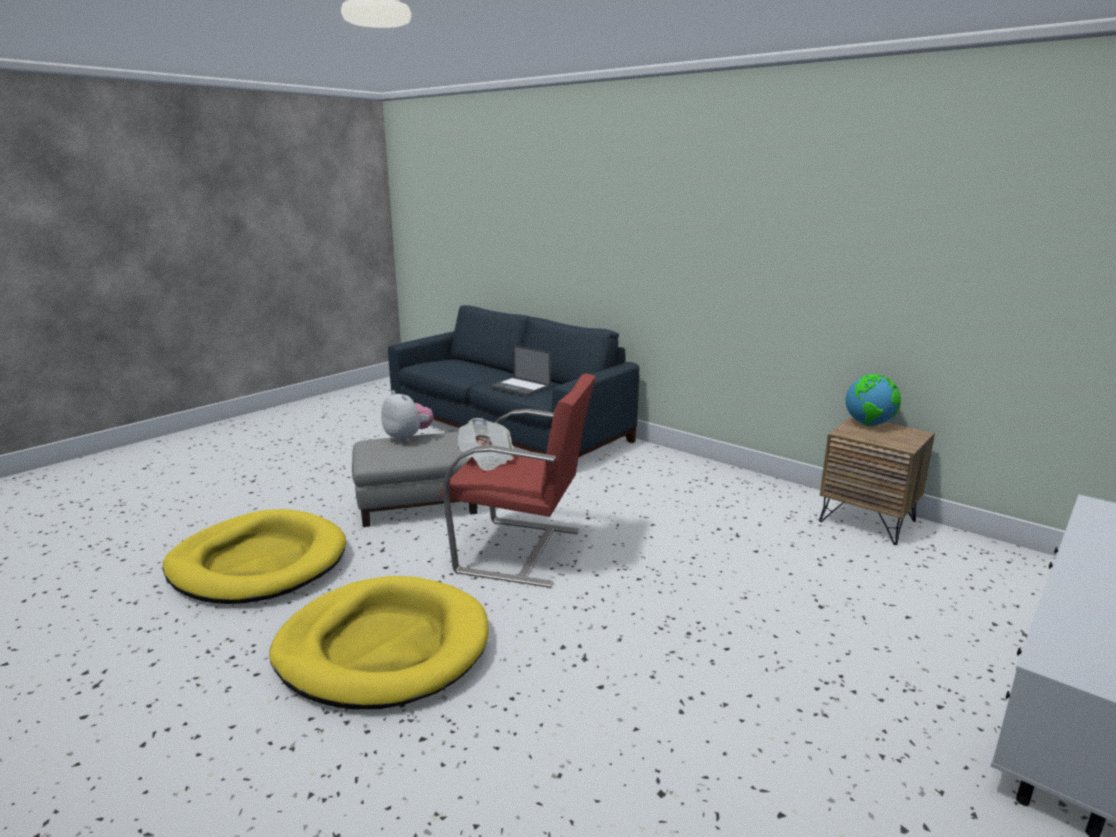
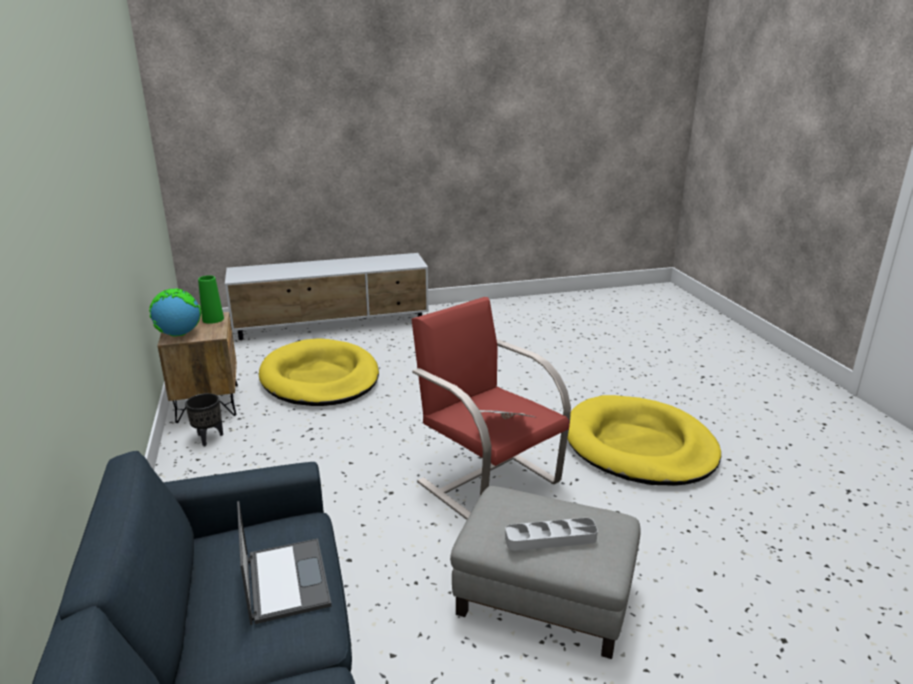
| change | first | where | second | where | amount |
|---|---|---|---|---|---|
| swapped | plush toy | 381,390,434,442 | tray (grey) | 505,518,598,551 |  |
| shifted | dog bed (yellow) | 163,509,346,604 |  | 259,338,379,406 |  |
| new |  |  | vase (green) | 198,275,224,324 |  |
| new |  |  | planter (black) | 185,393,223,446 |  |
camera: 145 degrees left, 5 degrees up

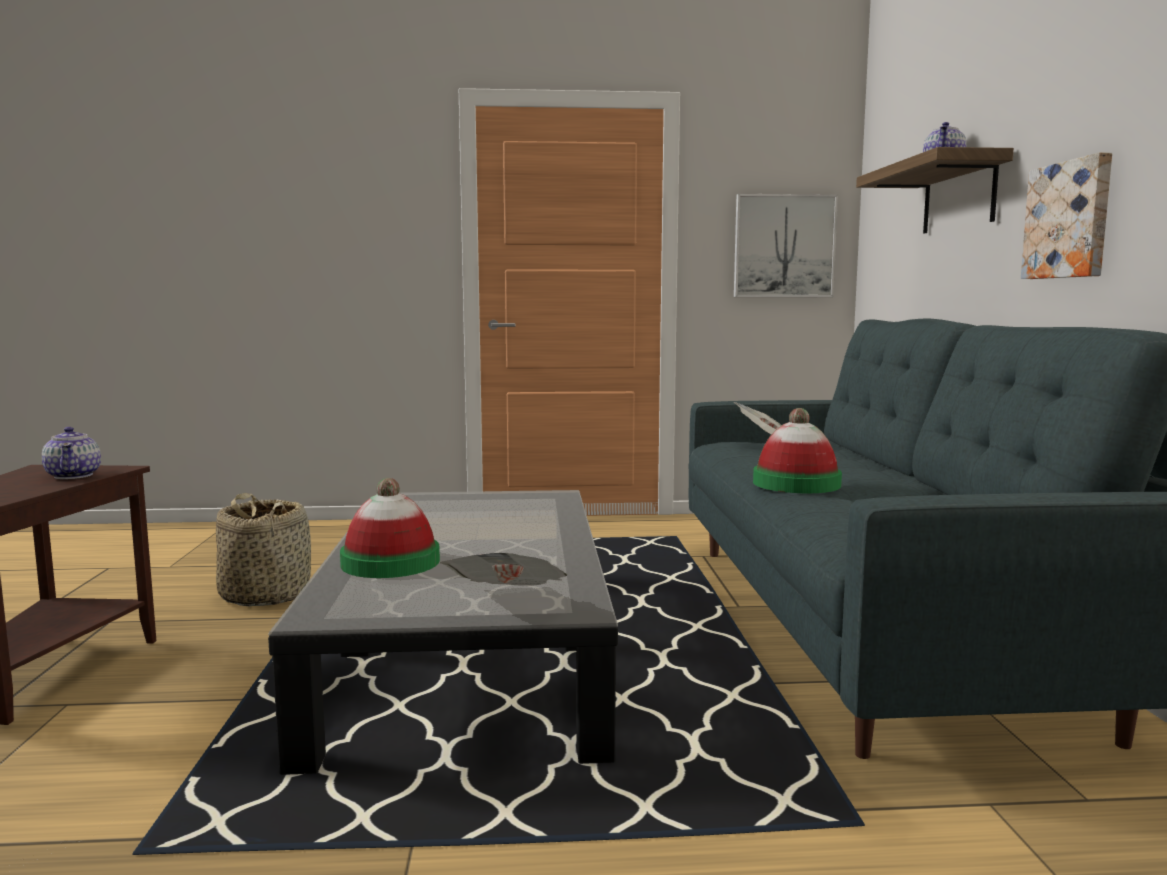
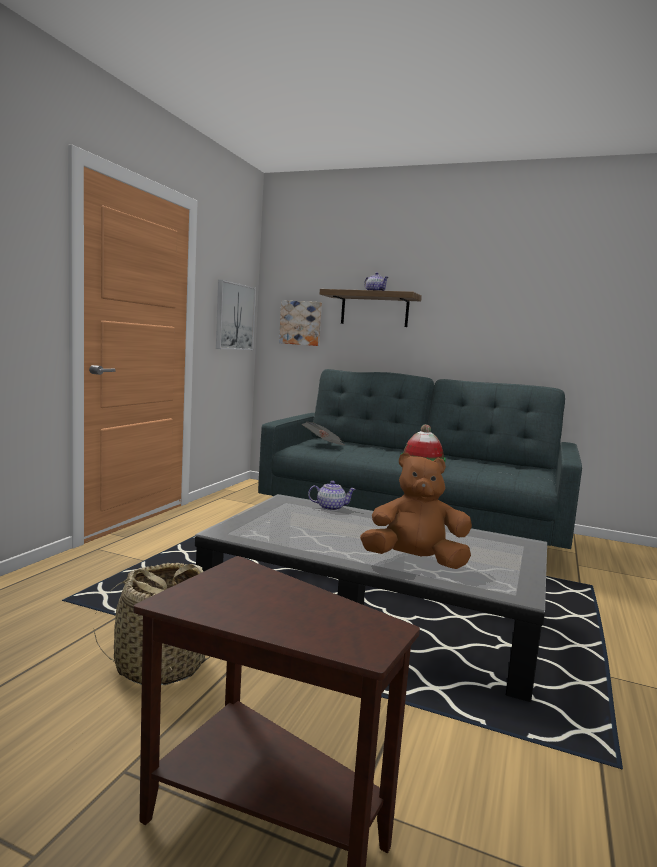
| change | first | where | second | where | amount |
|---|---|---|---|---|---|
| shifted | picture | 1021,152,1112,279 |  | 279,300,322,346 |  |
| shifted | teapot | 42,427,101,479 |  | 308,481,356,511 |  |
| swapped | hat | 340,478,440,578 | plush toy (brown) | 360,453,472,569 |  |
| gone | newspaper | 440,553,567,585 |  |  |  |
camera: 65 degrees left, 0 degrees up

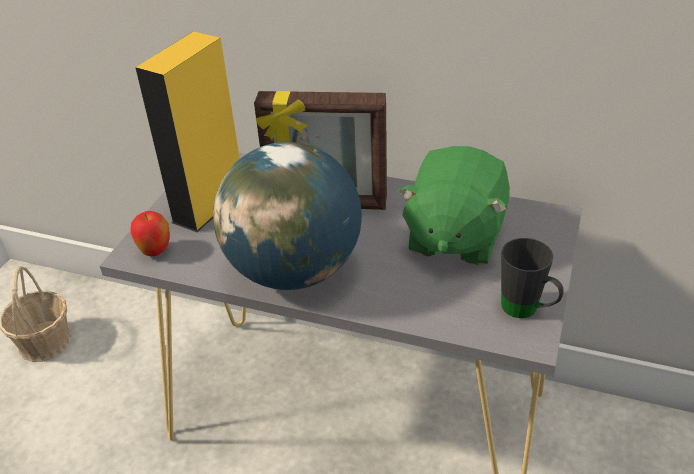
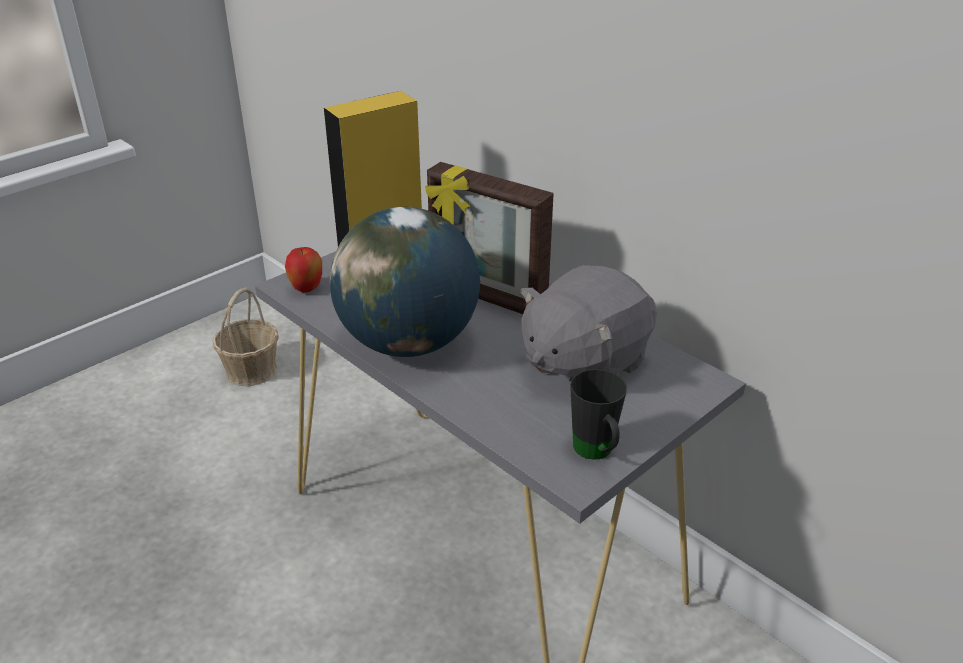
| change | first | where | second | where | amount |
|---|---|---|---|---|---|
| repainted | plush toy (green) | 398,146,510,265 | plush toy (grey) | 520,265,657,385 |  |
camera: 25 degrees right, 5 degrees down

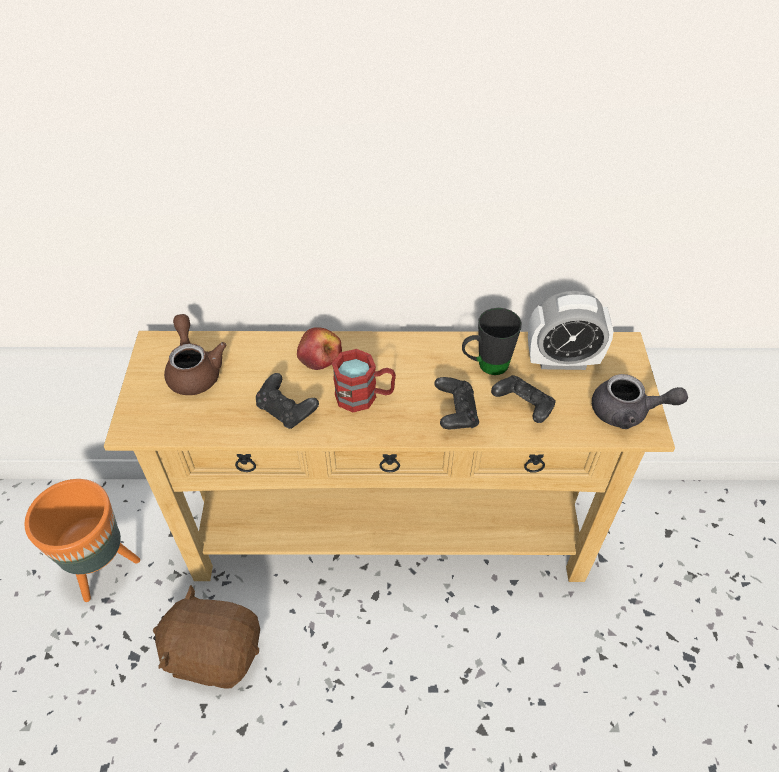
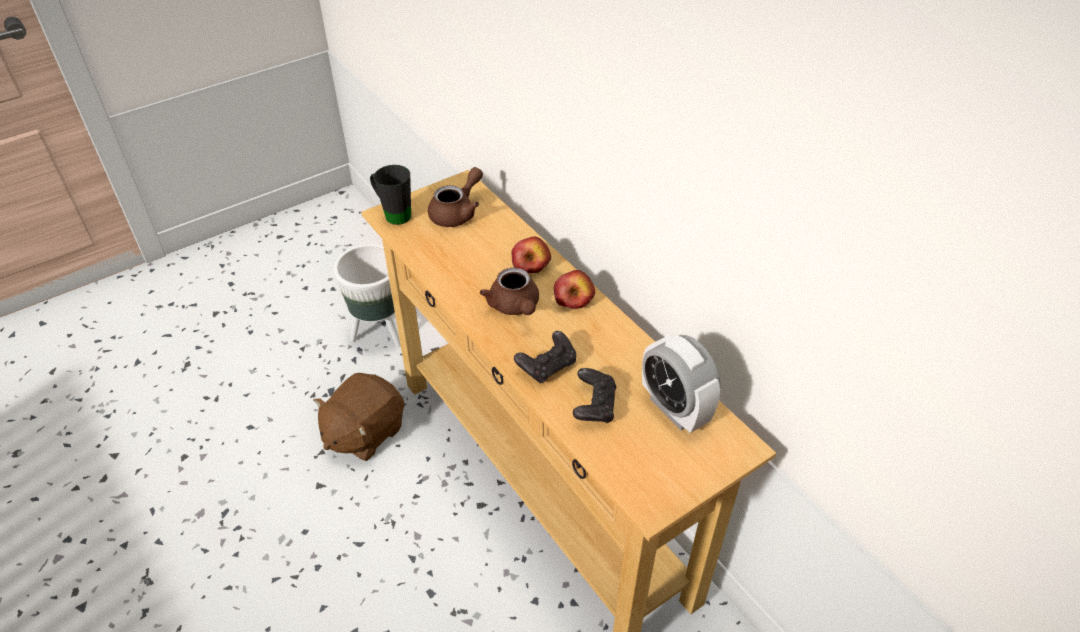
| change | first | where | second | where | amount |
|---|---|---|---|---|---|
| shifted | mug (black) | 462,308,522,375 |  | 370,165,411,225 |  |
| swapped | mug (red) | 332,349,396,412 | teapot (brown) | 480,268,539,315 |  |
| gone | game controller (black) | 256,373,319,429 |  |  |  |
| gone | teapot (grey) | 592,374,688,429 |  |  |  |
| repainted | planter (orange) | 24,479,140,602 | planter (white) | 334,244,401,347 |  |
| rotated | plush toy (brown) | 153,585,260,689 |  | 313,373,405,461 | 120 degrees counterclockwise |
| new |  |  | apple | 554,270,595,309 |  |
camera: 55 degrees right, 5 degrees down

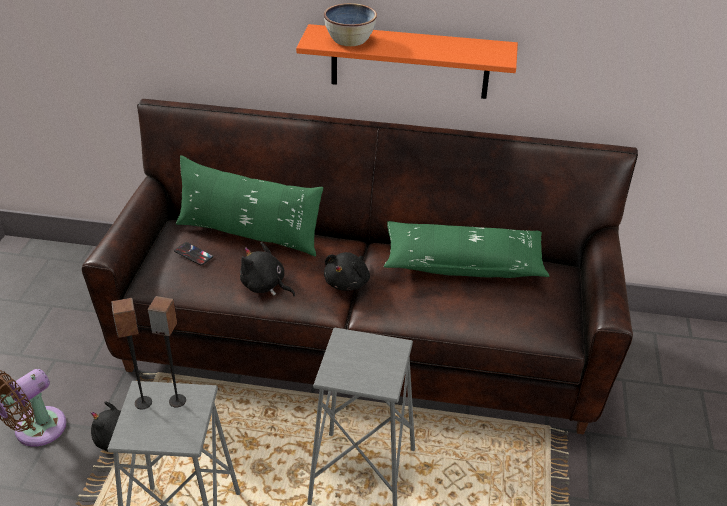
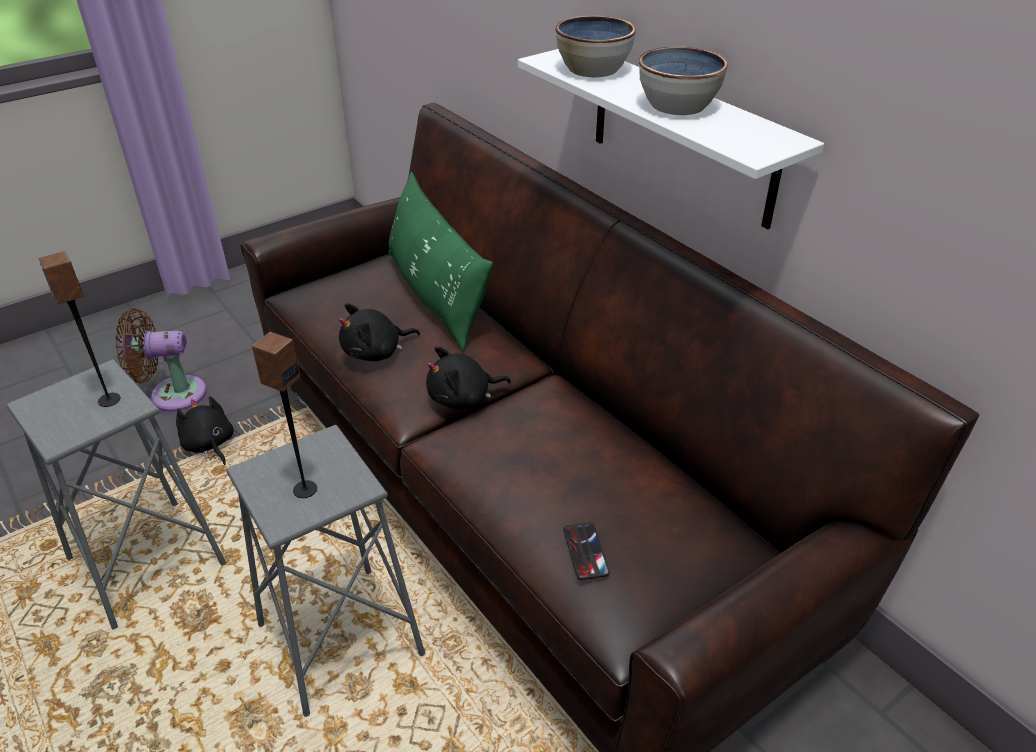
| change | first | where | second | where | amount |
|---|---|---|---|---|---|
| repainted | shelf (orange) | 296,24,518,99 | shelf (white) | 518,49,824,229 |  |
| gone | pillow (green) | 384,221,549,278 |  |  |  |
| shifted | phone | 174,242,213,265 |  | 563,522,610,580 |  |
| rotated | plush toy (black) | 240,242,295,297 |  | 339,303,420,361 | 105 degrees counterclockwise |
| shifted | speaker | 111,298,152,409 |  | 252,332,317,498 |  |
| new |  |  | bowl | 639,47,728,115 |  |
camera: 45 degrees right, 0 degrees up

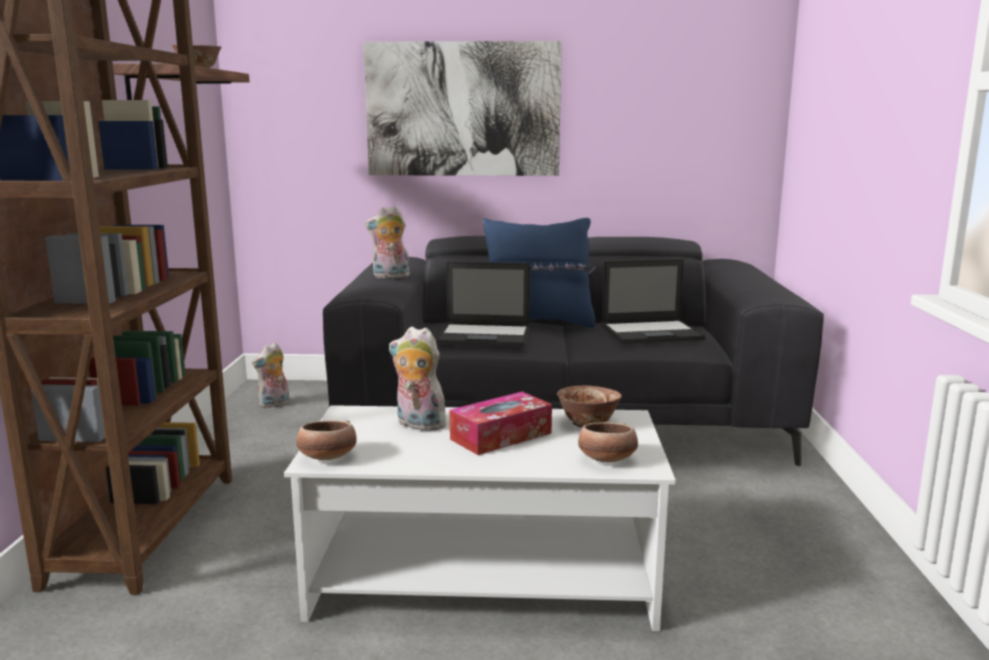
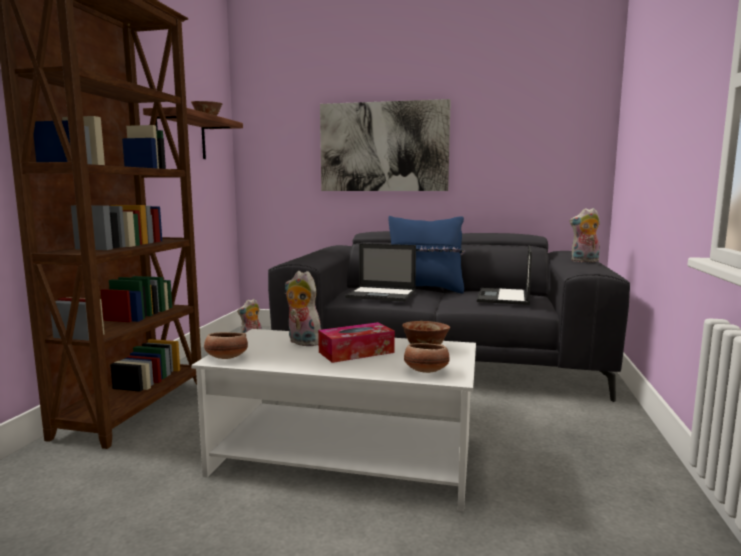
| change | first | where | second | where | amount |
|---|---|---|---|---|---|
| shifted | plush toy | 365,206,410,278 |  | 569,208,600,262 |  |
| rotated | laptop | 601,259,706,344 |  | 477,245,532,305 | 105 degrees clockwise |
camera: 10 degrees right, 5 degrees down

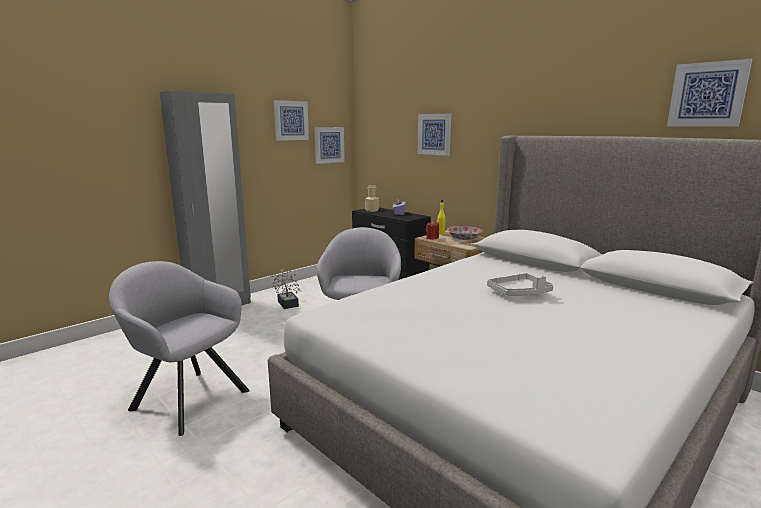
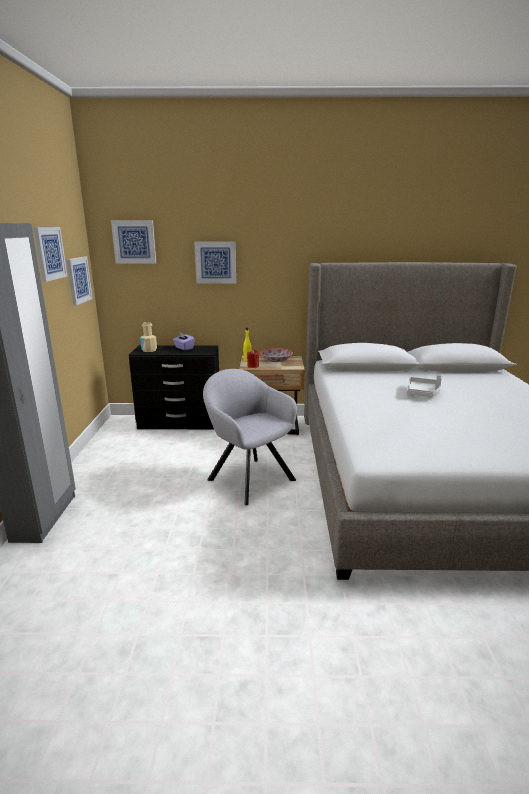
| change | first | where | second | where | amount |
|---|---|---|---|---|---|
| shifted | picture | 667,59,752,127 |  | 111,220,156,263 |  |
| gone | armchair (grey) | 109,261,249,436 |  |  |  |
| gone | potted plant | 270,269,302,309 |  |  |  |
camera: 45 degrees left, 5 degrees up

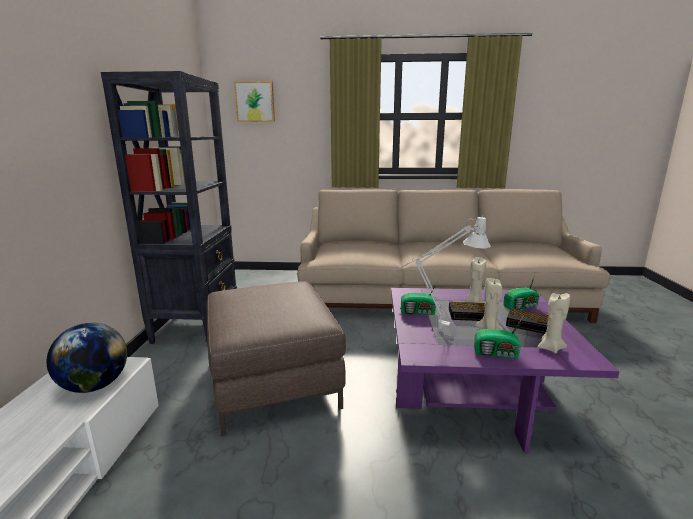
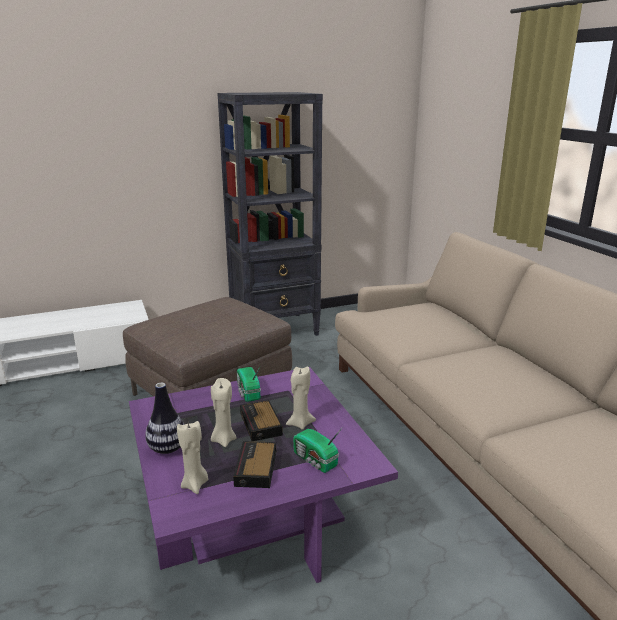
| change | first | where | second | where | amount |
|---|---|---|---|---|---|
| gone | picture | 234,81,275,122 |  |  |  |
| gone | table lamp (grey) | 394,215,491,329 |  |  |  |
| swapped | radio | 474,314,525,359 | vase | 145,383,185,454 |  |
| gone | globe | 47,323,127,393 |  |  |  |
camera: 65 degrees right, 5 degrees up

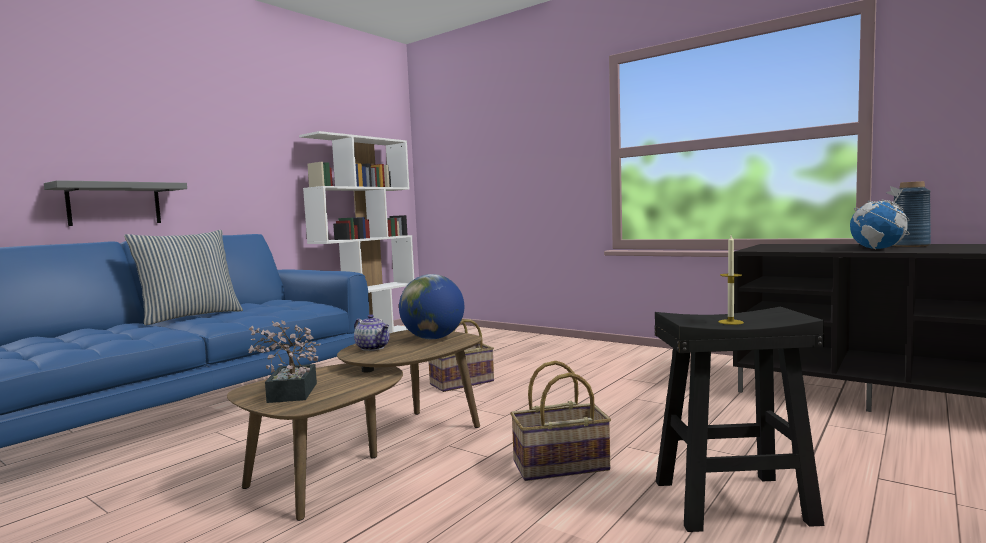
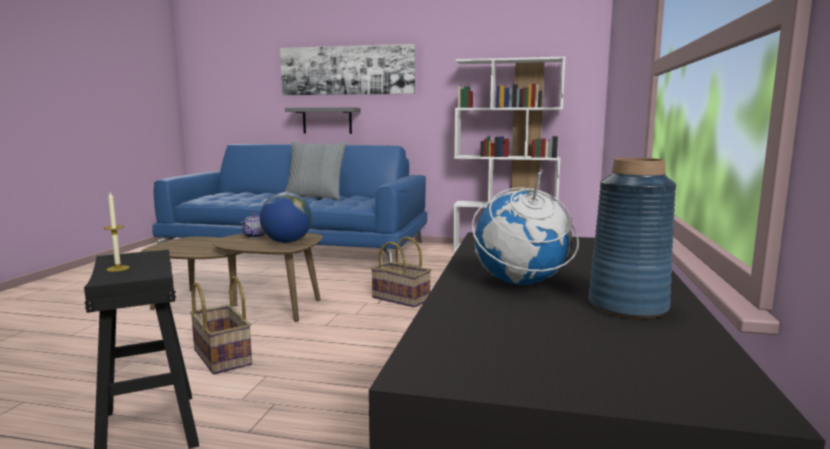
| change | first | where | second | where | amount |
|---|---|---|---|---|---|
| gone | potted plant | 248,320,321,403 |  |  |  |
| new |  |  | picture | 280,44,415,95 |  |
camera: 65 degrees right, 5 degrees up

